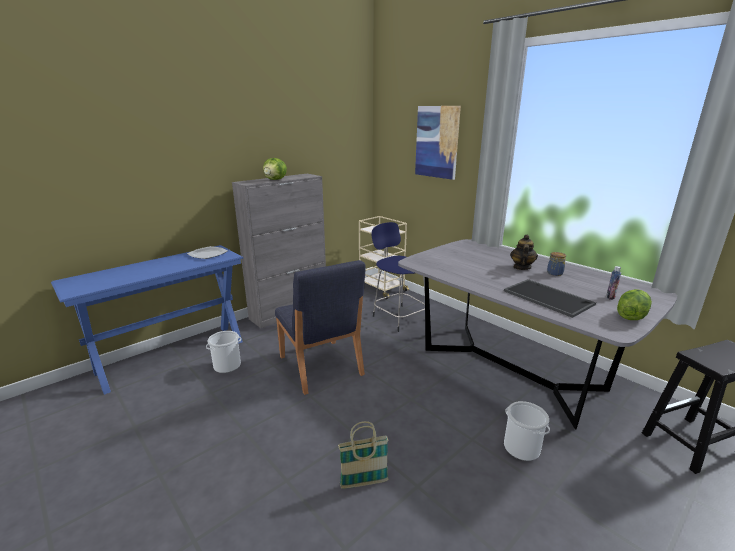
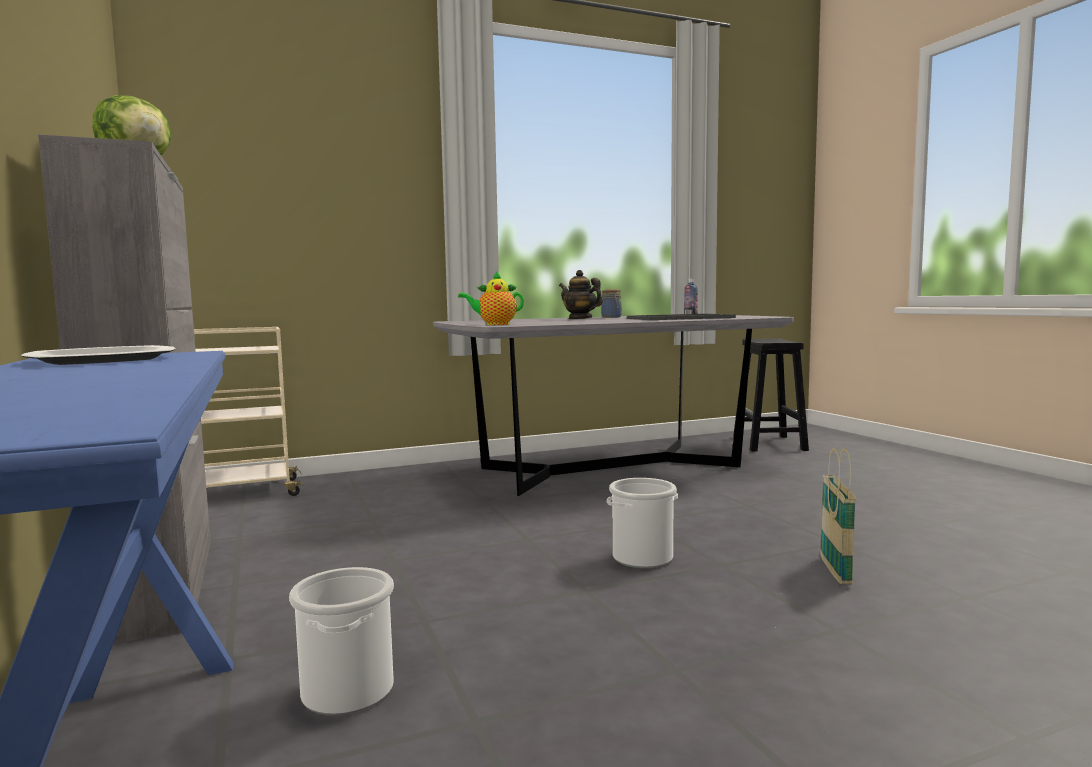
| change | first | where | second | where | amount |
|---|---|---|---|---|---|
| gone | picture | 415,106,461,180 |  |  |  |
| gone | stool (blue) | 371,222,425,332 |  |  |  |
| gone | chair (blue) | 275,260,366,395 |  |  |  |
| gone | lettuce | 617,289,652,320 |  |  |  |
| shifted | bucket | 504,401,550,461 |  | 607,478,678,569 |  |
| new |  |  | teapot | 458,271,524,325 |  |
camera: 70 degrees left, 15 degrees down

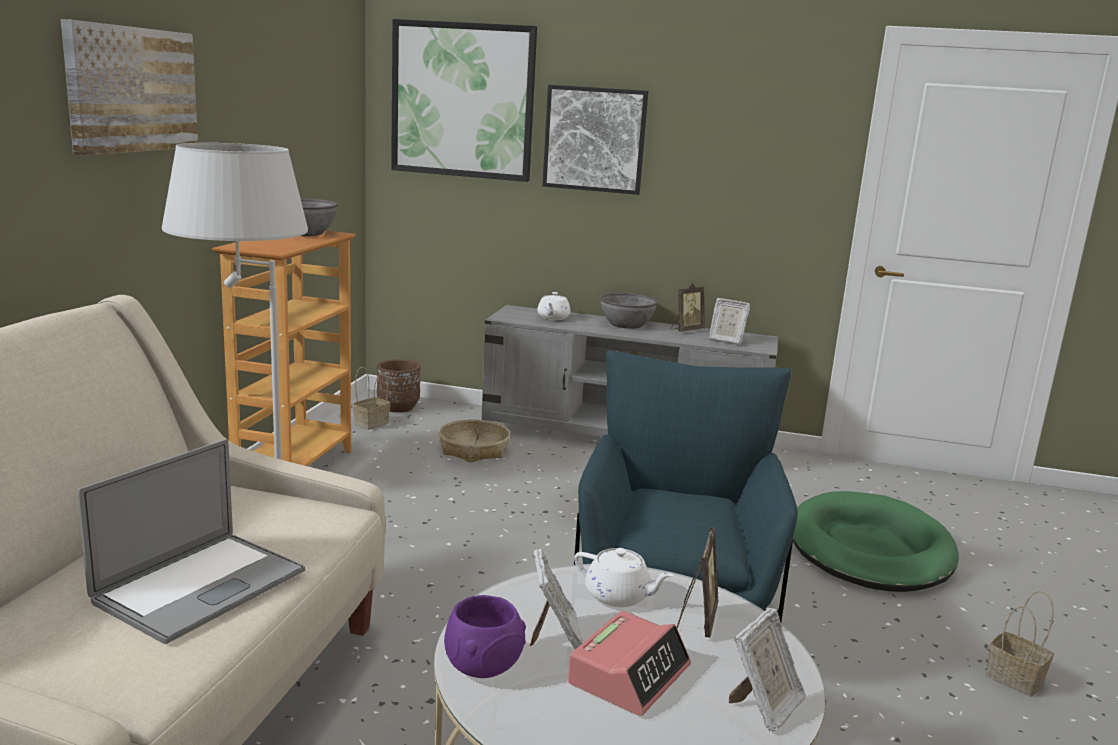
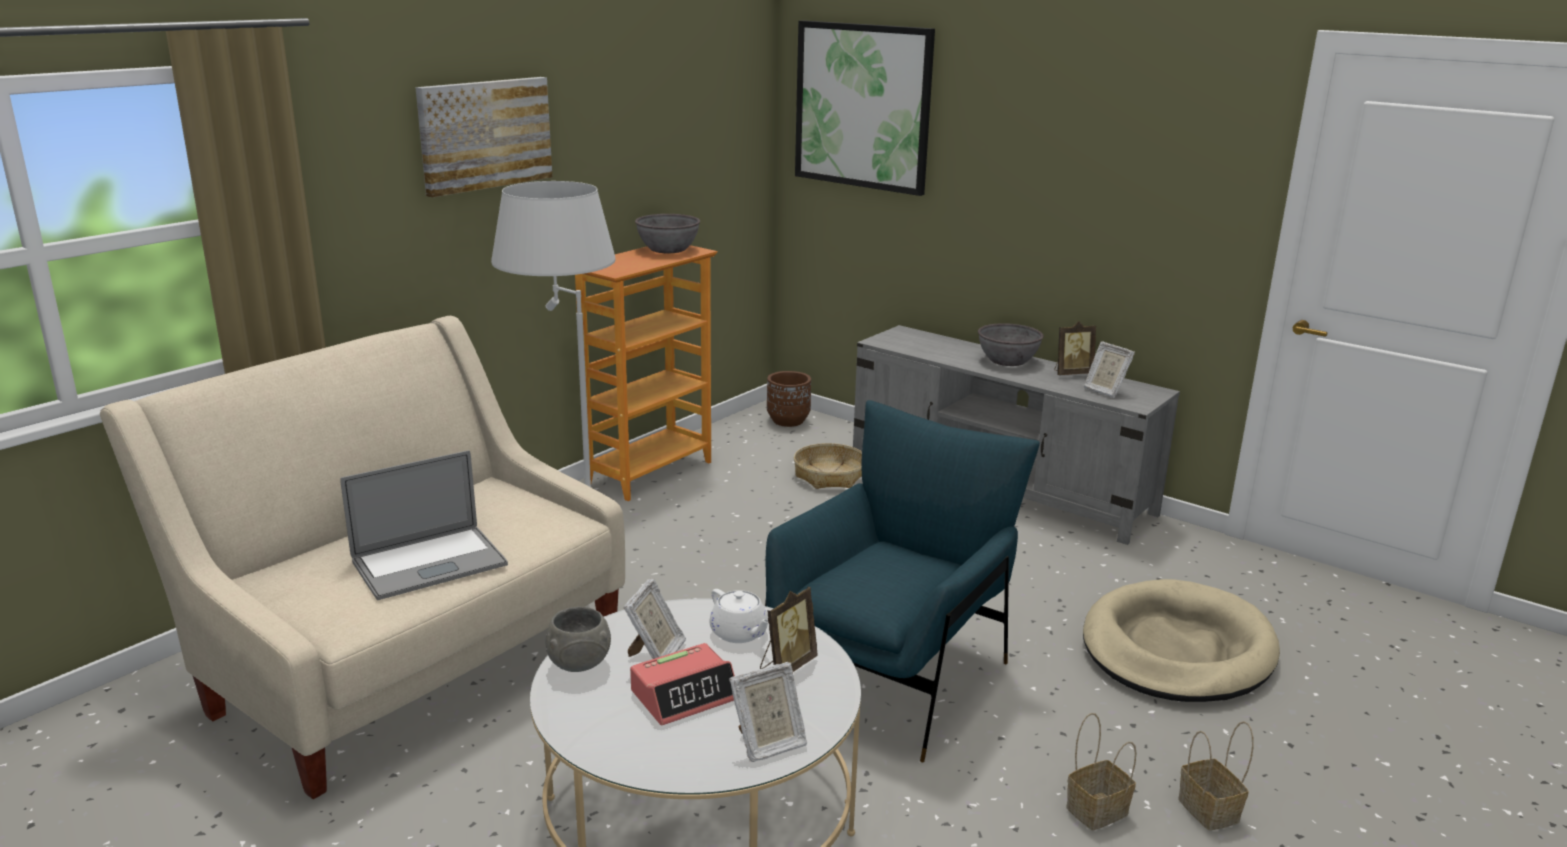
| change | first | where | second | where | amount |
|---|---|---|---|---|---|
| gone | picture | 543,85,648,195 |  |  |  |
| gone | teapot (white) | 537,292,571,320 |  |  |  |
| shifted | basket | 353,367,390,430 |  | 1066,713,1136,830 |  |
| repainted | dog bed (green) | 793,491,959,592 | dog bed (beige) | 1083,579,1280,702 |  |
| repainted | bowl (purple) | 444,595,526,678 | bowl (grey) | 546,606,611,672 |  |
camera: 25 degrees right, 5 degrees up

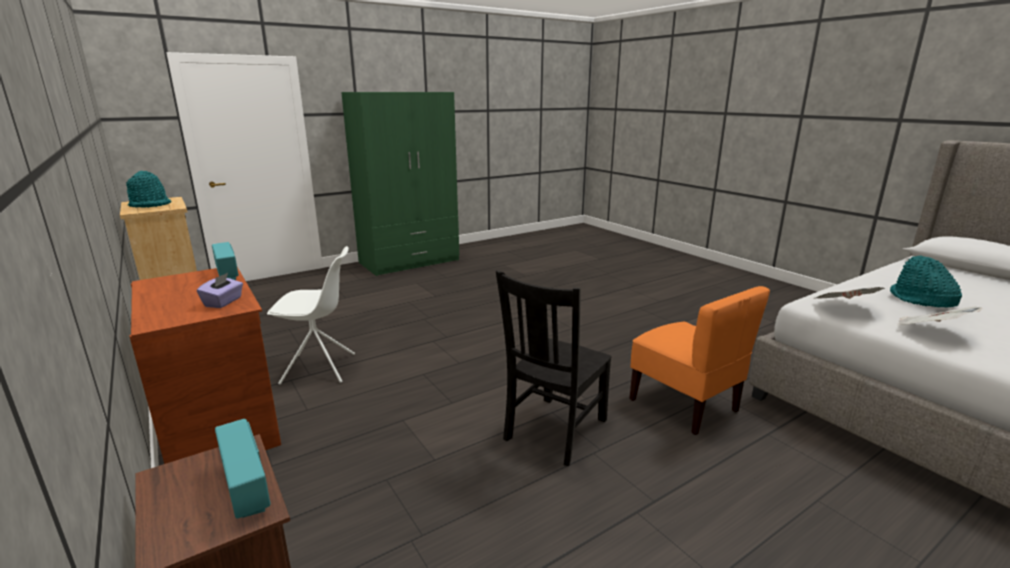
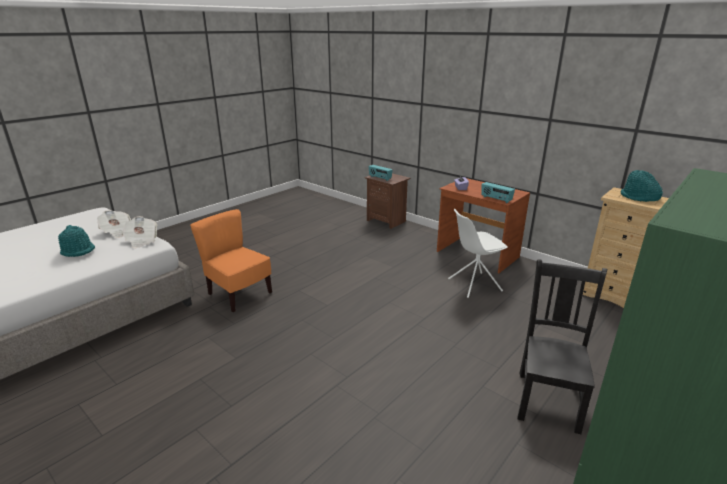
| change | first | where | second | where | amount |
|---|---|---|---|---|---|
| shifted | chair (black) | 496,270,612,466 |  | 517,259,608,434 |  |
camera: 165 degrees right, 5 degrees up

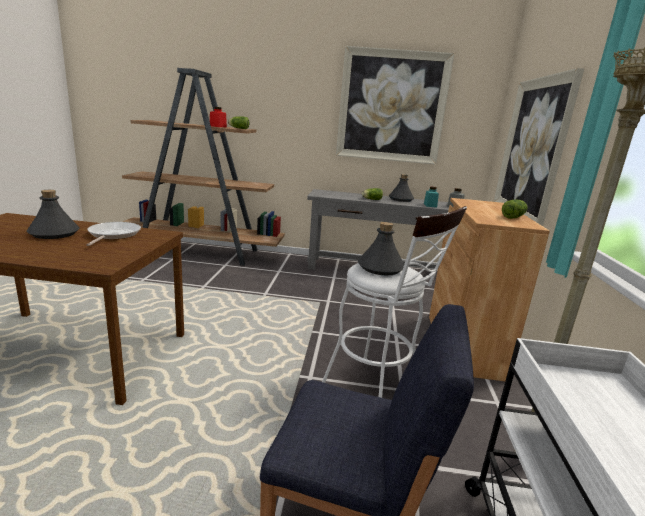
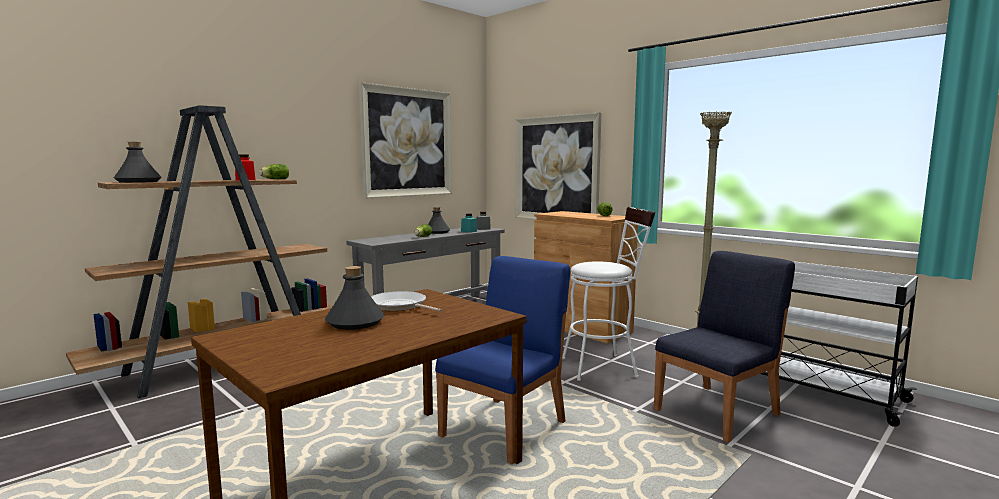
| change | first | where | second | where | amount |
|---|---|---|---|---|---|
| shifted | bottle (grey) | 358,222,404,275 |  | 114,142,162,183 |  |
| new |  |  | chair (blue) | 435,256,570,464 |  |
camera: 50 degrees left, 10 degrees down

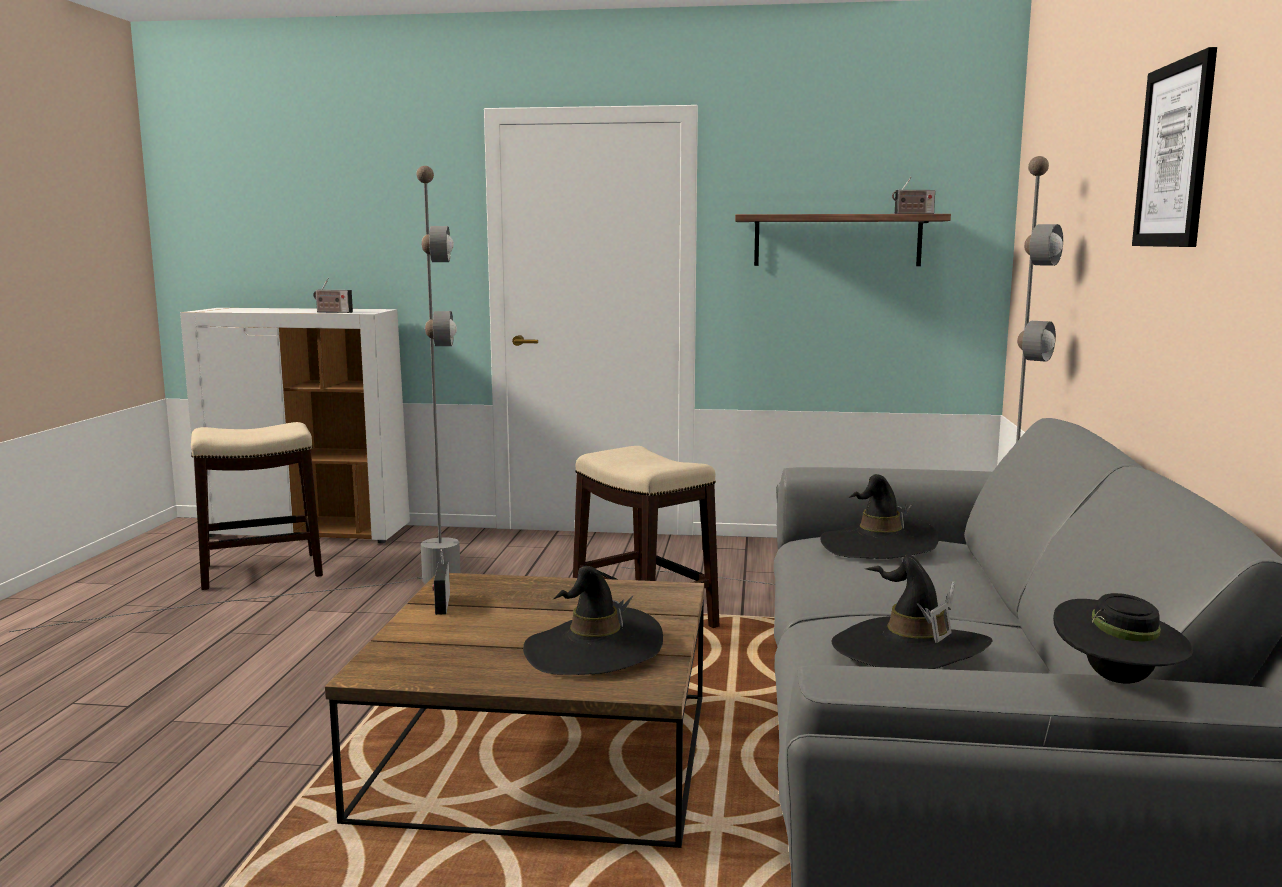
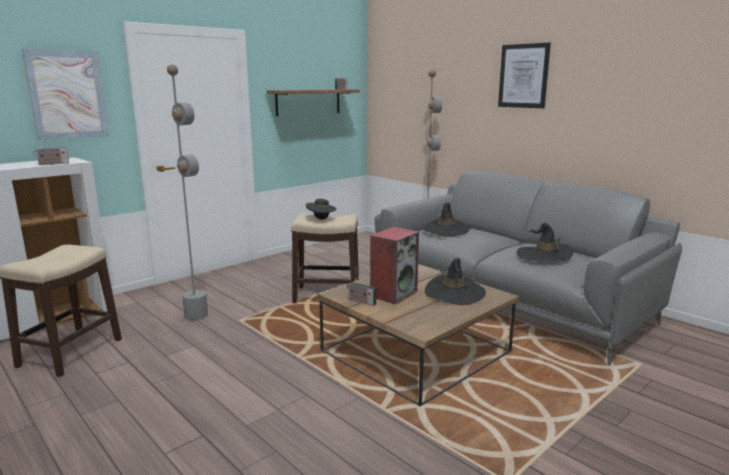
| change | first | where | second | where | amount |
|---|---|---|---|---|---|
| shifted | hat (black) | 1053,593,1193,684 |  | 306,199,337,220 |  |
| new |  |  | picture | 22,49,109,141 |  |
| new |  |  | speaker | 370,227,419,304 |  |
camera: 50 degrees left, 5 degrees up

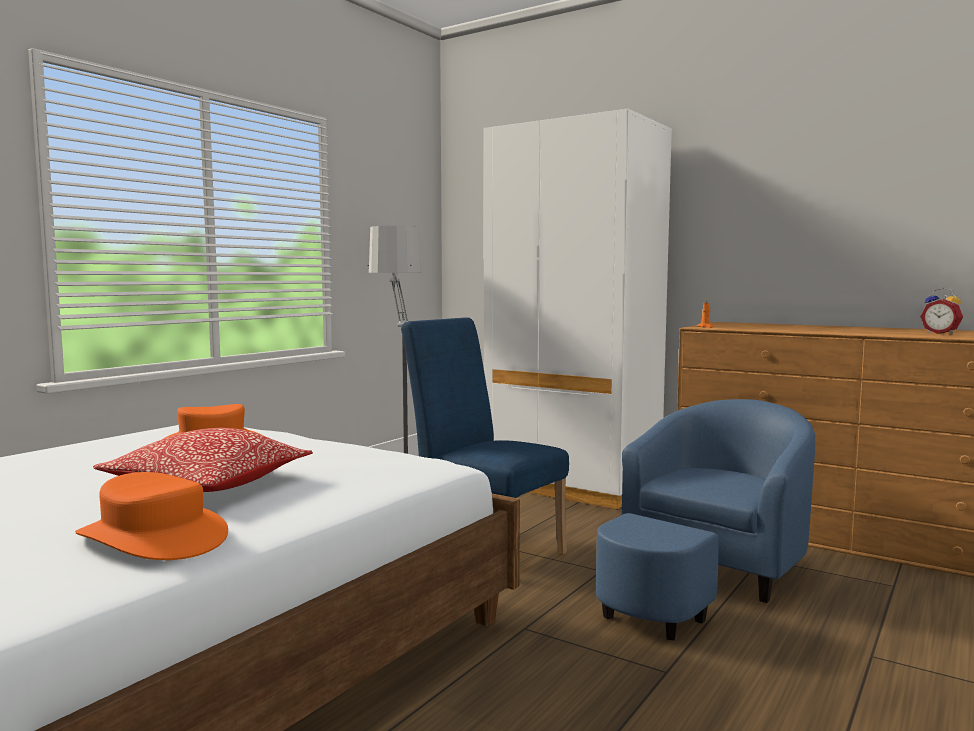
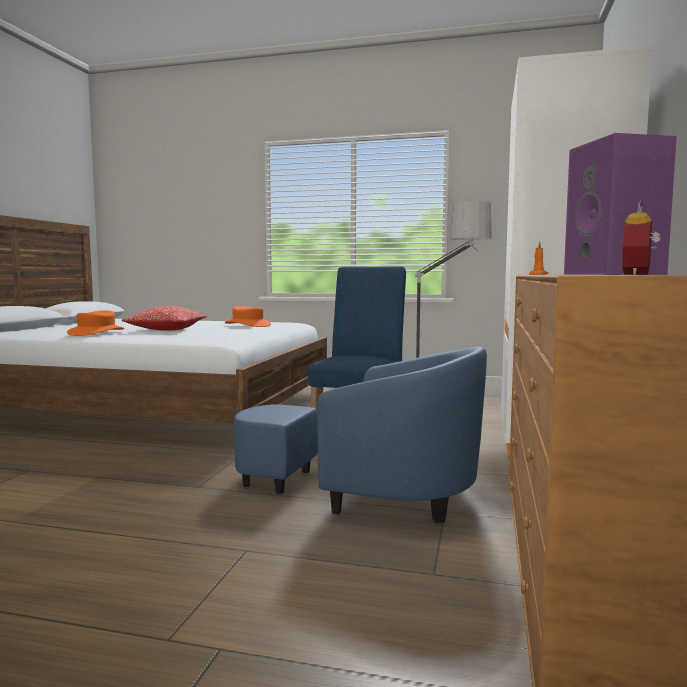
| change | first | where | second | where | amount |
|---|---|---|---|---|---|
| new |  |  | speaker (purple) | 564,133,677,275 |  |
camera: 70 degrees right, 0 degrees up

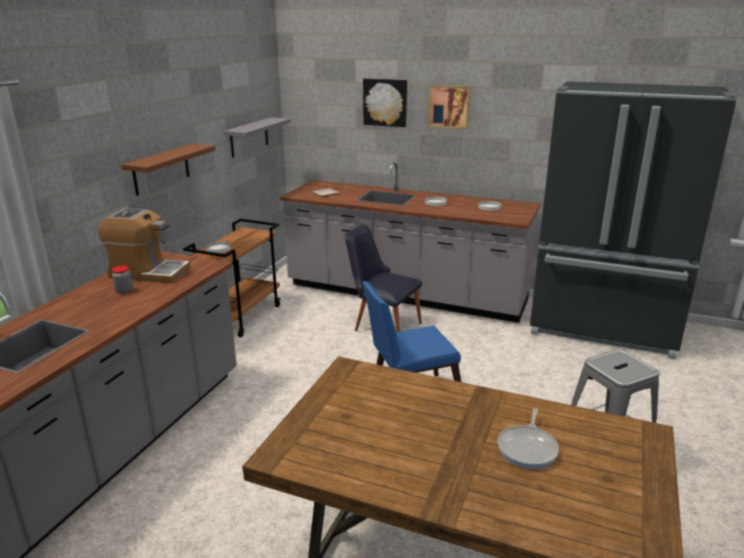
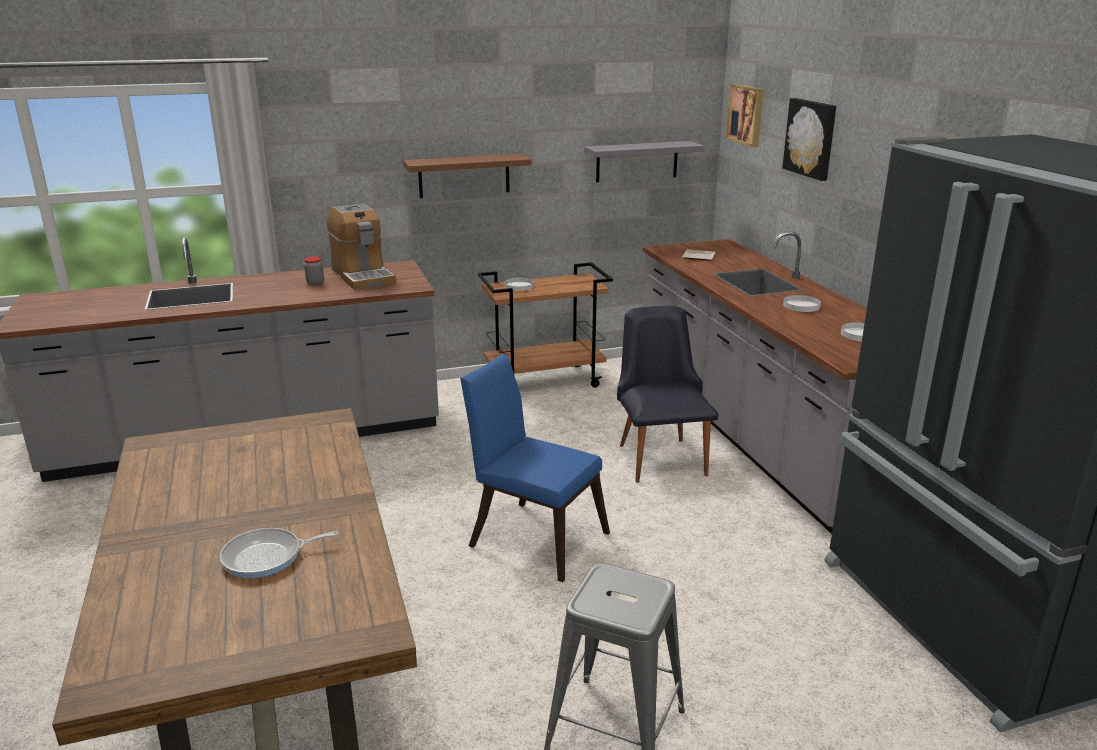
| change | first | where | second | where | amount |
|---|---|---|---|---|---|
| shifted | picture | 428,85,471,129 |  | 726,84,764,147 |  |
camera: 50 degrees right, 0 degrees up

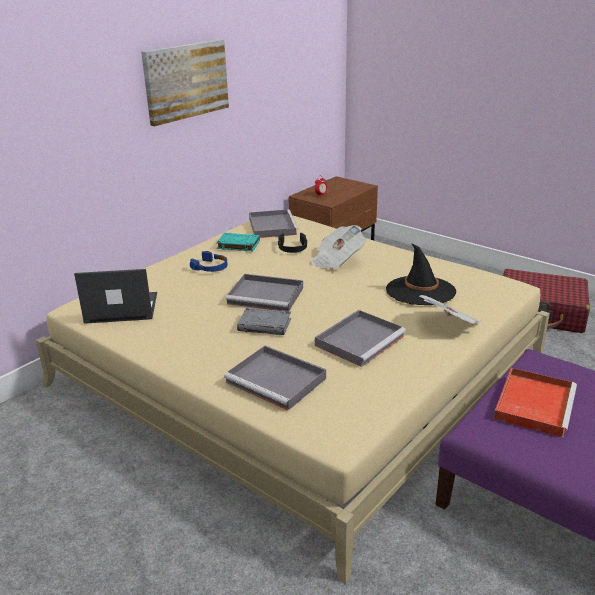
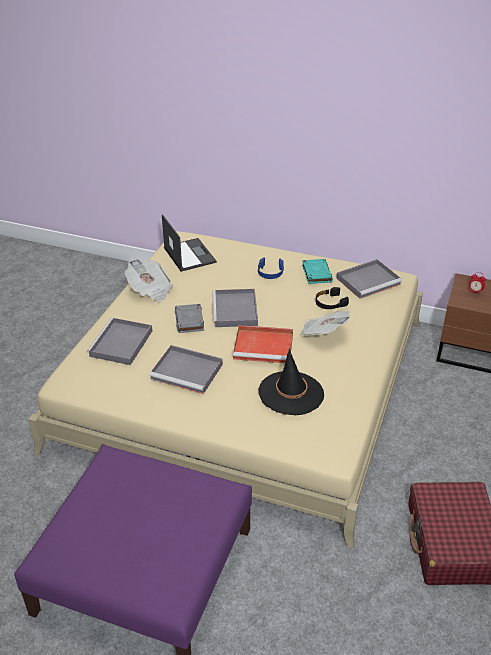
| change | first | where | second | where | amount |
|---|---|---|---|---|---|
| gone | picture | 141,39,229,126 |  |  |  |
| shifted | newspaper | 419,295,482,325 |  | 125,258,173,302 |  |
| shifted | tray (red) | 494,368,577,438 |  | 233,325,293,363 |  |
camera: 70 degrees right, 10 degrees up

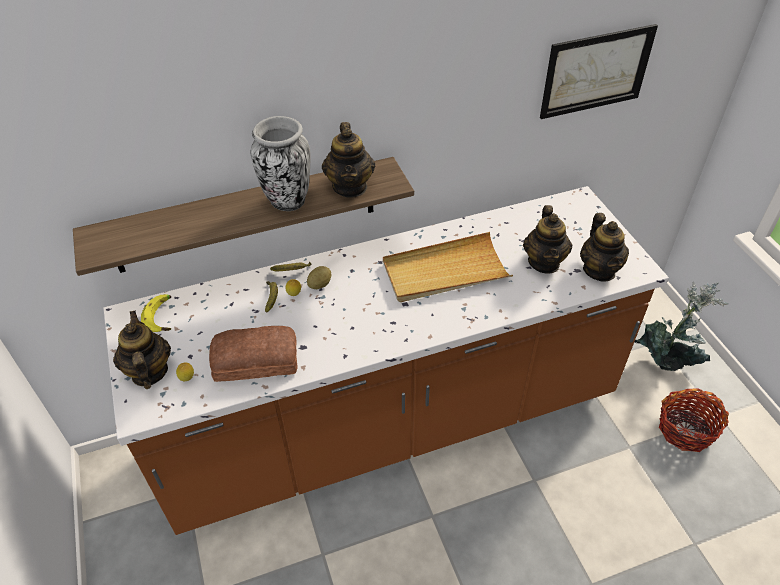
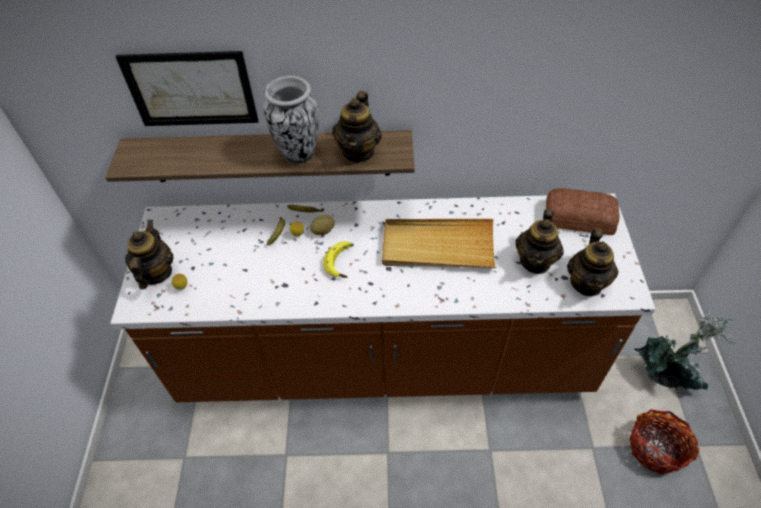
| change | first | where | second | where | amount |
|---|---|---|---|---|---|
| shifted | picture | 540,24,658,119 |  | 116,51,259,126 |  |
| shifted | banana | 141,294,171,332 |  | 323,242,354,278 |  |
| shifted | bread | 209,326,298,382 |  | 546,188,619,235 |  |
camera: 20 degrees right, 5 degrees up

